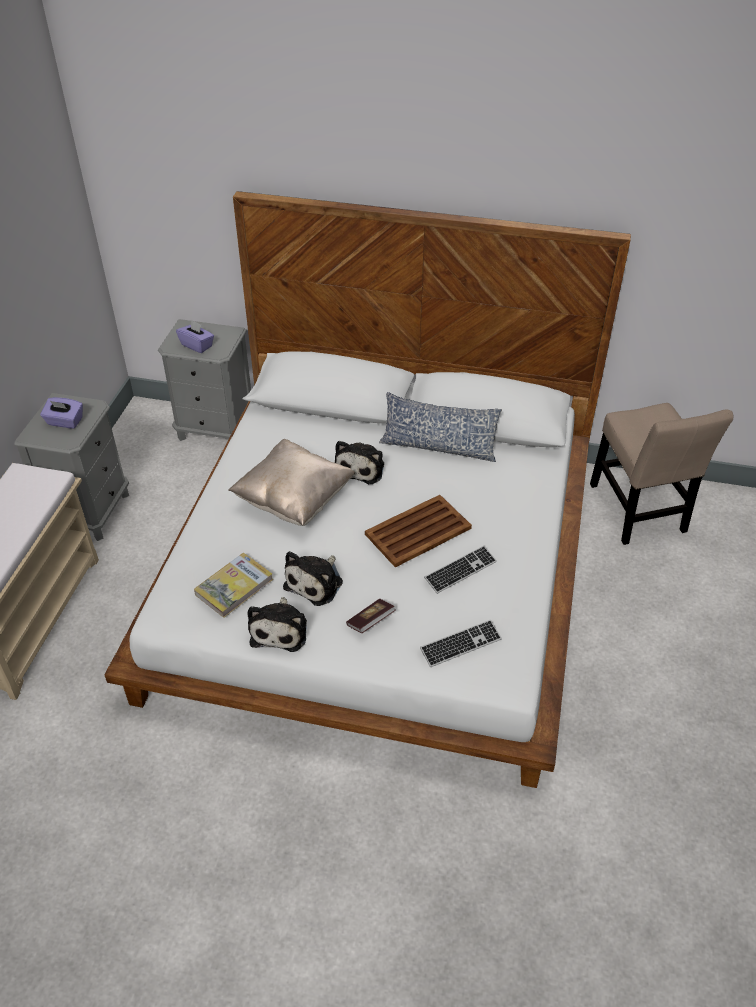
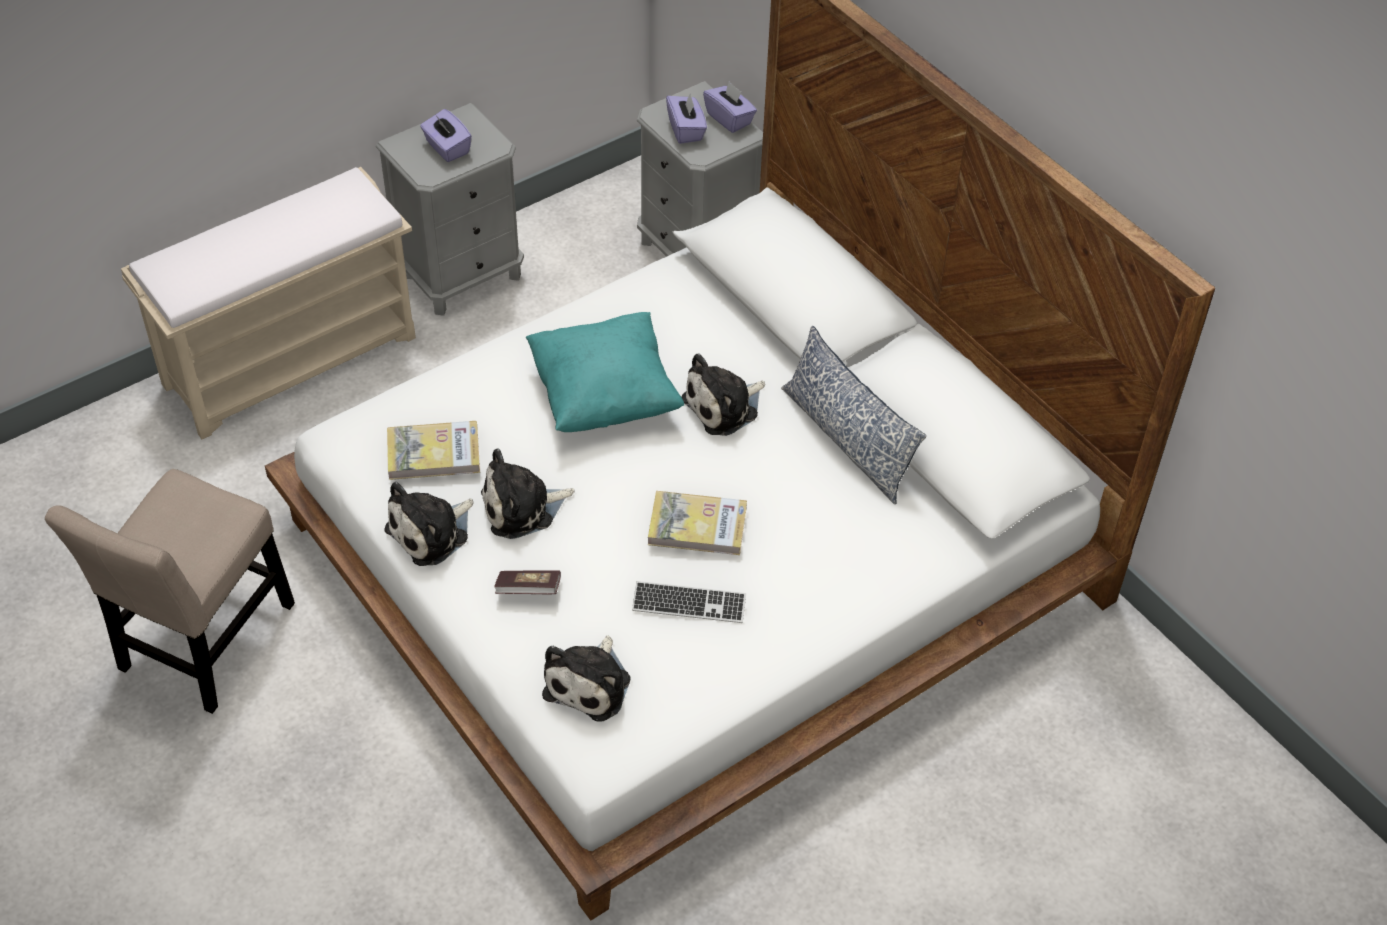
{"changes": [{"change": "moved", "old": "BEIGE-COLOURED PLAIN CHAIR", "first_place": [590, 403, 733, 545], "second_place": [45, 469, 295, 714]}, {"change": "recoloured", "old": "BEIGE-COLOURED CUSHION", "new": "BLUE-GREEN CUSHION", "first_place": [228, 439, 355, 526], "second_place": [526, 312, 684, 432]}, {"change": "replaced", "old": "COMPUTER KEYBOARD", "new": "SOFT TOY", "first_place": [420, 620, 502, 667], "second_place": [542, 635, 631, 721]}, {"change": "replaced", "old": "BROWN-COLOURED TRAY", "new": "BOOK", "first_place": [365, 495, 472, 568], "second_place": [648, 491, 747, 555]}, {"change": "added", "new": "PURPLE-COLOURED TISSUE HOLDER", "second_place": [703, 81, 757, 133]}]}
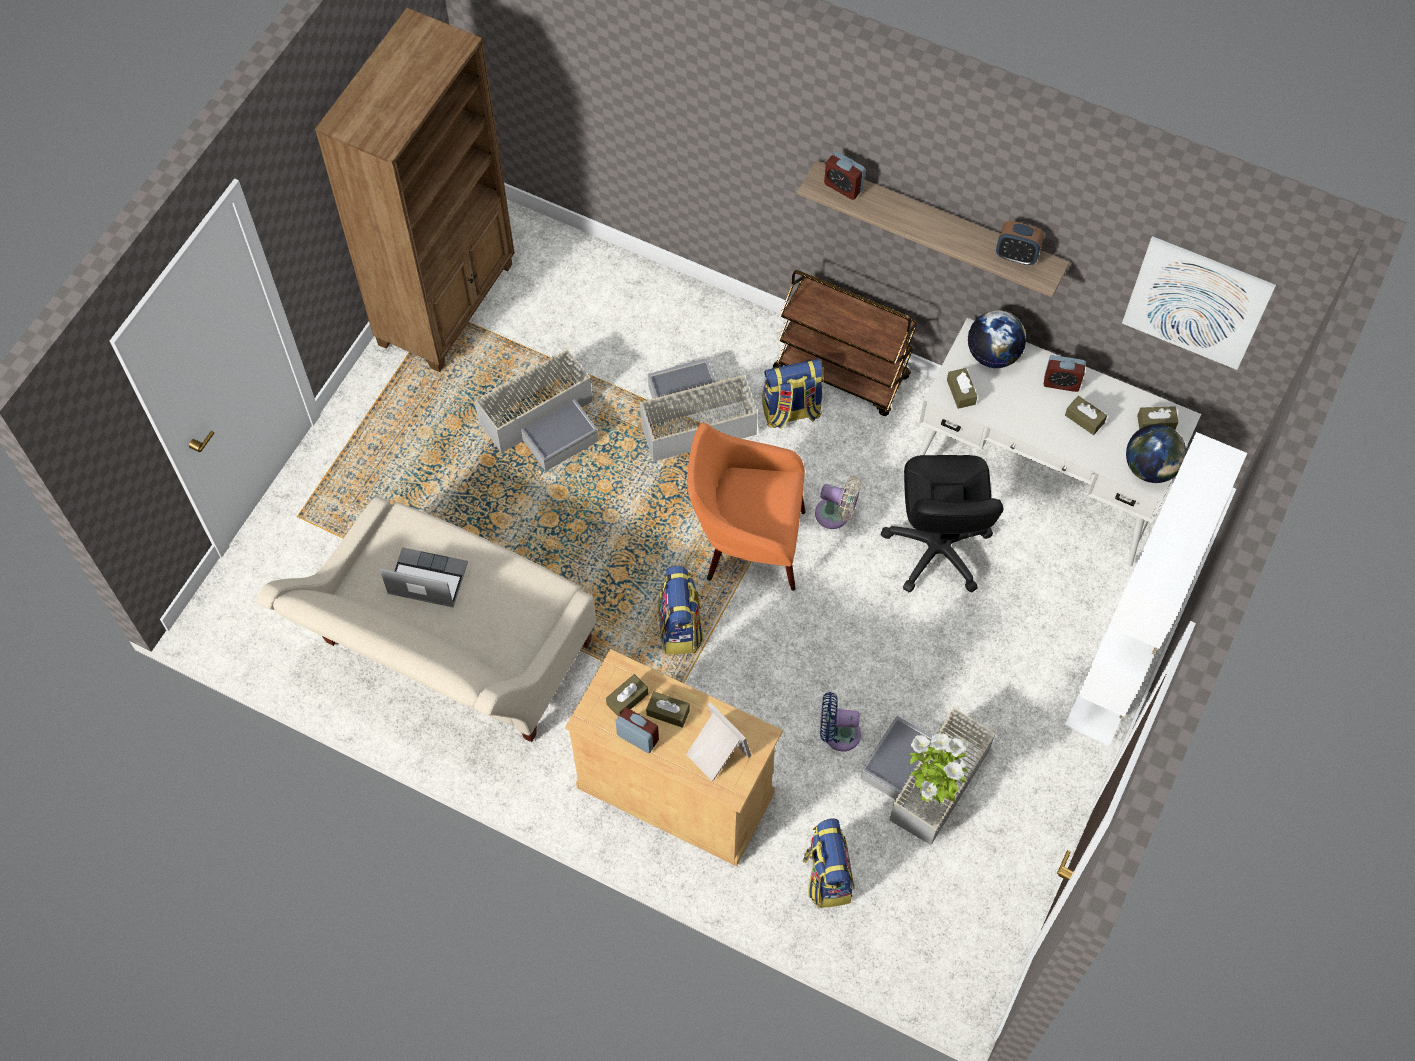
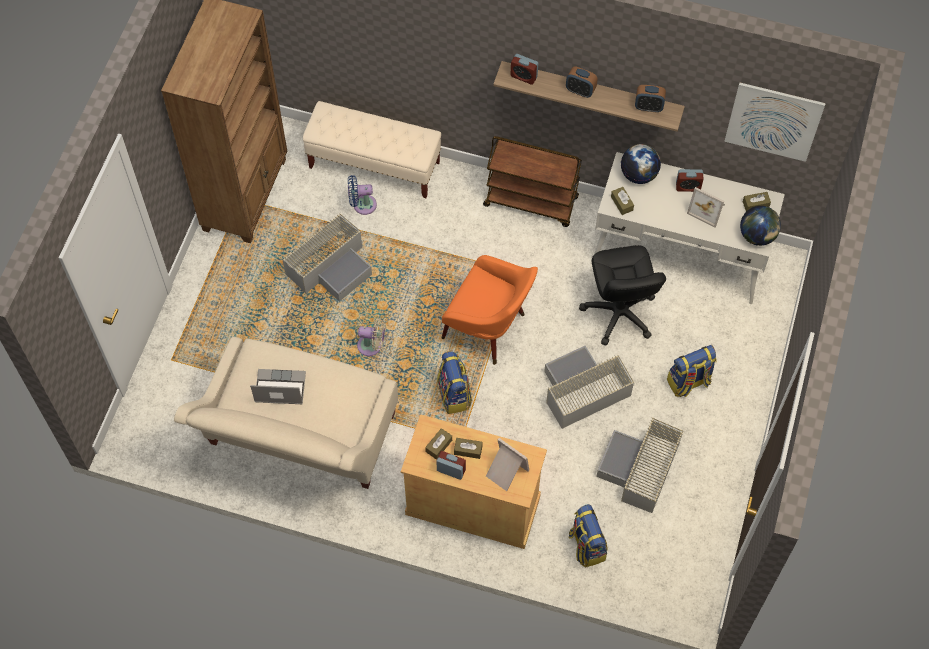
{"changes": [{"change": "added", "new": "BEIGE-COLOURED INDOOR BENCH", "second_place": [303, 101, 441, 198]}, {"change": "moved", "old": "BLUE-COLOURED ELECTRIC FAN", "first_place": [820, 692, 861, 751], "second_place": [348, 175, 377, 215]}, {"change": "moved", "old": "BEIGE-COLOURED ELECTRIC FAN", "first_place": [815, 476, 861, 529], "second_place": [357, 318, 386, 356]}, {"change": "turned", "old": "ORANGE LOUNGE CHAIR", "first_place": [687, 422, 805, 591], "second_place": [442, 255, 538, 365], "degrees": -150}, {"change": "moved", "old": "GREY STORAGE BIN", "first_place": [640, 359, 758, 462], "second_place": [544, 346, 634, 429]}, {"change": "added", "new": "ALARM CLOCK", "second_place": [566, 67, 598, 98]}, {"change": "moved", "old": "BACKPACK", "first_place": [762, 359, 824, 429], "second_place": [667, 345, 717, 397]}, {"change": "replaced", "old": "BROWN-COLOURED TISSUE HOLDER", "new": "PICTURE FRAME", "first_place": [1065, 396, 1107, 435], "second_place": [687, 187, 725, 227]}, {"change": "removed", "old": "PLANT IN A POT", "first_place": [909, 733, 969, 803]}, {"change": "removed", "old": "WHITE SHELVING UNIT", "first_place": [1065, 432, 1247, 746]}]}
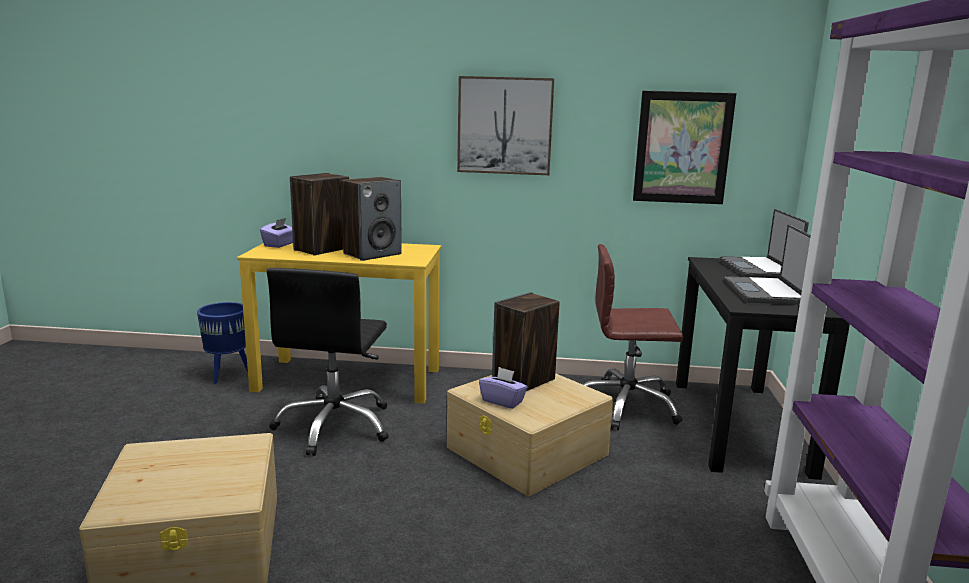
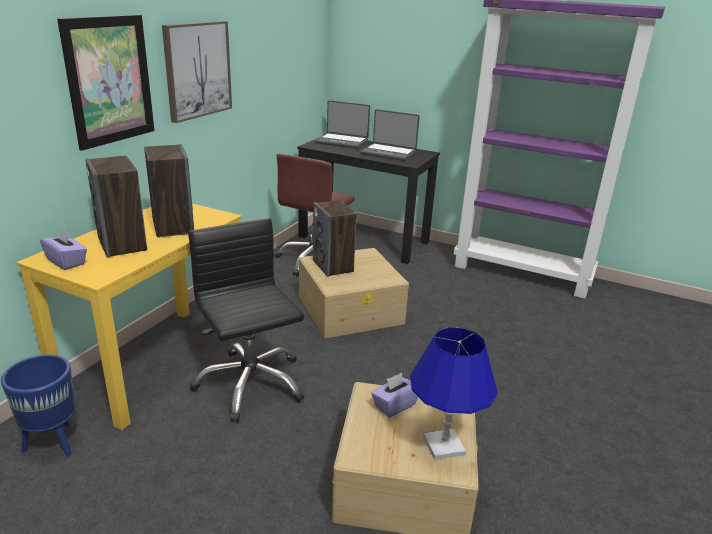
{"changes": [{"change": "moved", "old": "WALL PICTURE", "first_place": [633, 91, 736, 204], "second_place": [57, 15, 154, 151]}, {"change": "turned", "old": "BLACK OFFICE CHAIR", "first_place": [267, 268, 389, 456], "second_place": [188, 218, 304, 423], "degrees": -150}, {"change": "moved", "old": "PURPLE-COLOURED TISSUE HOLDER", "first_place": [479, 367, 528, 409], "second_place": [371, 373, 418, 417]}, {"change": "added", "new": "BLUE-COLOURED TABLETOP LAMP", "second_place": [410, 327, 498, 460]}]}
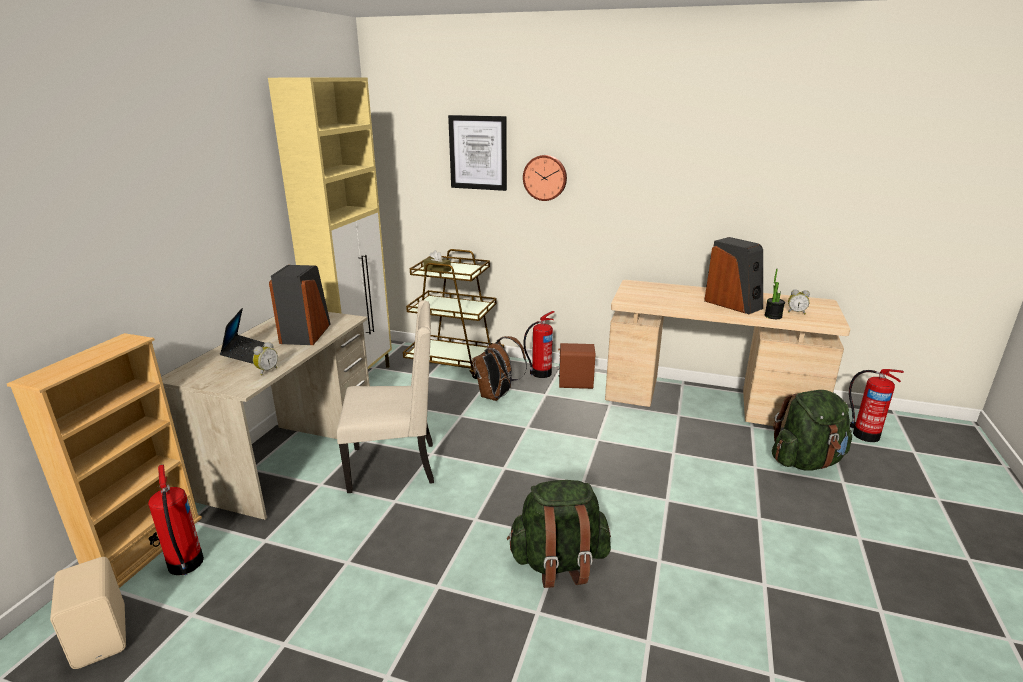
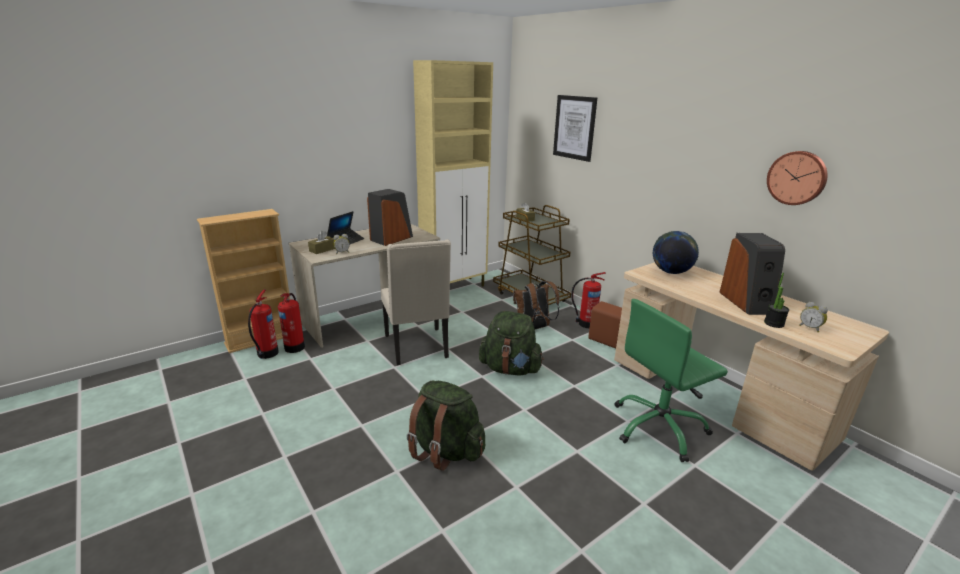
{"changes": [{"change": "moved", "old": "FIRE EXTINGUISHER", "first_place": [849, 369, 904, 442], "second_place": [278, 293, 305, 353]}, {"change": "added", "new": "BROWN-COLOURED TISSUE HOLDER", "second_place": [308, 231, 335, 254]}, {"change": "turned", "old": "BEIGE-COLOURED PLAIN CHAIR", "first_place": [337, 300, 434, 493], "second_place": [381, 239, 451, 365], "degrees": 45}, {"change": "moved", "old": "GREEN-COLOURED BACKPACK", "first_place": [772, 390, 852, 471], "second_place": [479, 311, 544, 376]}, {"change": "added", "new": "GREEN-COLOURED OFFICE CHAIR", "second_place": [615, 299, 728, 462]}, {"change": "added", "new": "GLOBE", "second_place": [653, 231, 699, 274]}, {"change": "moved", "old": "WALL CLOCK", "first_place": [523, 155, 567, 201], "second_place": [767, 151, 828, 205]}, {"change": "removed", "old": "BEIGE-COLOURED AUDIO SPEAKER", "first_place": [50, 557, 126, 669]}]}
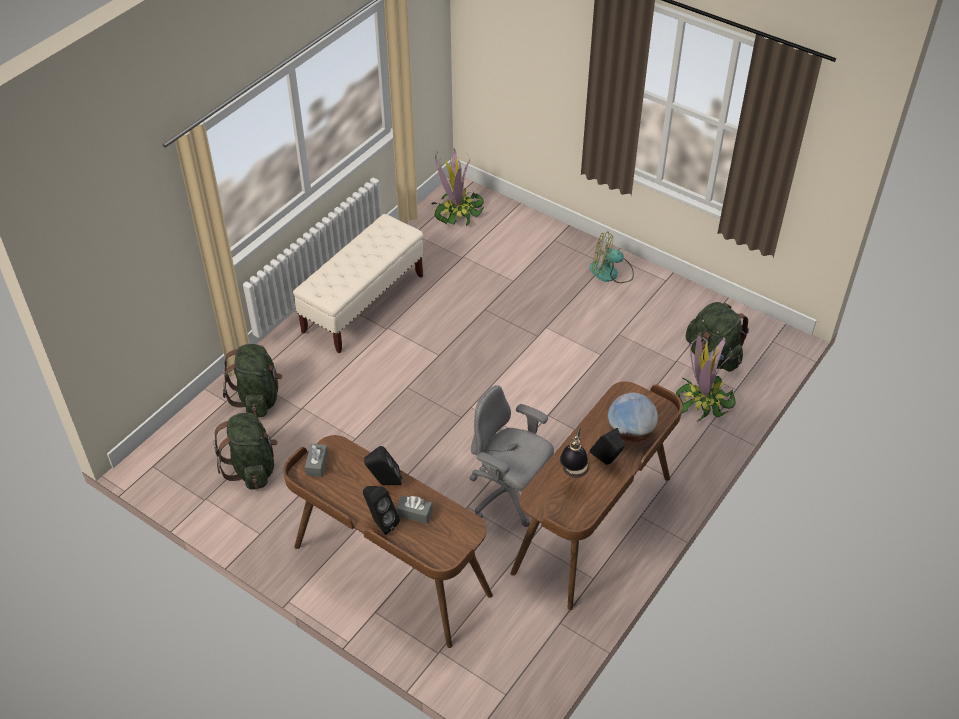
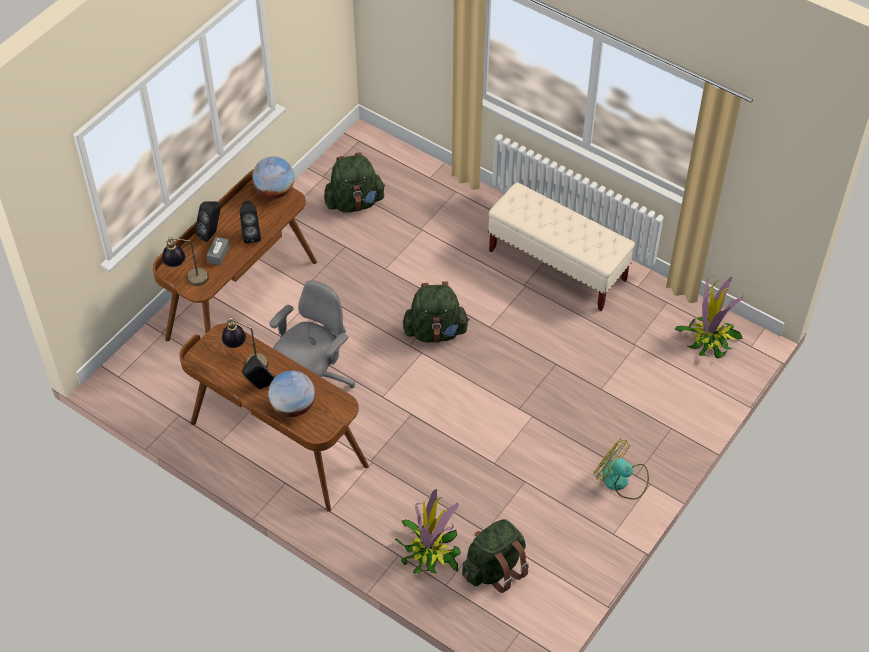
{"changes": [{"change": "added", "new": "TABLETOP LAMP", "second_place": [162, 237, 209, 286]}, {"change": "replaced", "old": "GREY TISSUE HOLDER", "new": "GLOBE", "first_place": [305, 444, 328, 477], "second_place": [252, 156, 294, 199]}, {"change": "moved", "old": "GREEN-COLOURED BACKPACK", "first_place": [223, 344, 283, 418], "second_place": [403, 281, 470, 343]}, {"change": "turned", "old": "ELECTRIC FAN", "first_place": [590, 231, 634, 283], "second_place": [594, 438, 649, 500], "degrees": -60}]}
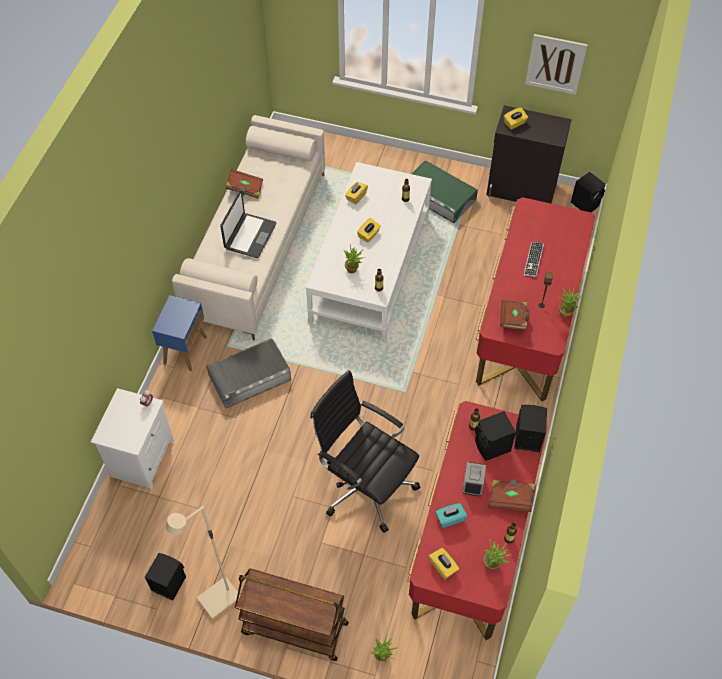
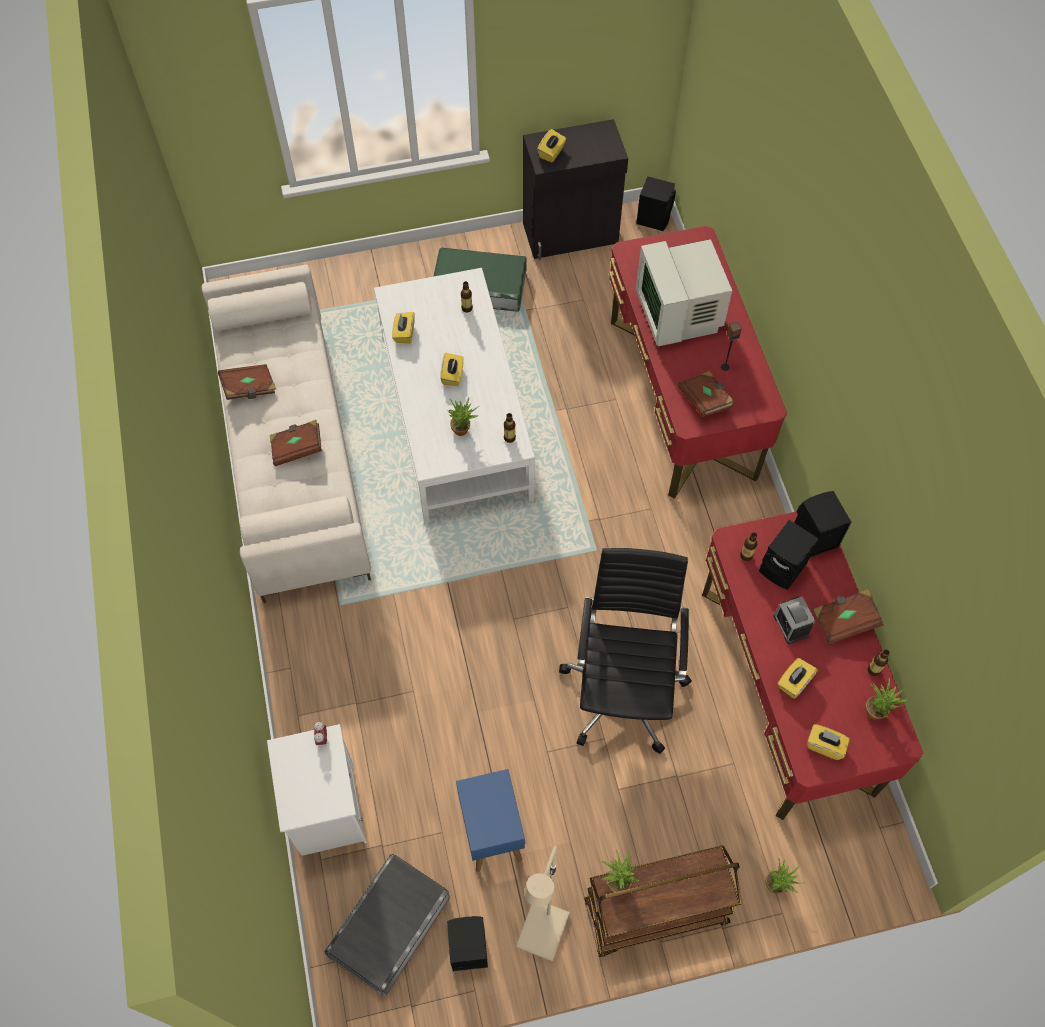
{"changes": [{"change": "replaced", "old": "NOTEBOOK COMPUTER", "new": "BROWN-COLOURED BOOK", "first_place": [220, 191, 276, 258], "second_place": [270, 420, 322, 466]}, {"change": "moved", "old": "GREY STORAGE BIN", "first_place": [207, 339, 291, 408], "second_place": [325, 854, 450, 997]}, {"change": "moved", "old": "BLUE-COLOURED END TABLE", "first_place": [152, 295, 207, 371], "second_place": [456, 769, 526, 872]}, {"change": "turned", "old": "BLACK OFFICE CHAIR", "first_place": [310, 370, 421, 533], "second_place": [559, 548, 692, 754], "degrees": 90}, {"change": "moved", "old": "PLANT IN A POT", "first_place": [558, 287, 581, 318], "second_place": [602, 850, 639, 892]}, {"change": "replaced", "old": "COMPUTER KEYBOARD", "new": "COMPUTER SCREEN", "first_place": [524, 242, 544, 277], "second_place": [636, 239, 732, 347]}, {"change": "recoloured", "old": "BLUE-GREEN TISSUE HOLDER", "new": "YELLOWISH TISSUE HOLDER", "first_place": [436, 503, 467, 528], "second_place": [778, 658, 818, 699]}, {"change": "removed", "old": "WALL PICTURE", "first_place": [525, 34, 588, 95]}]}
